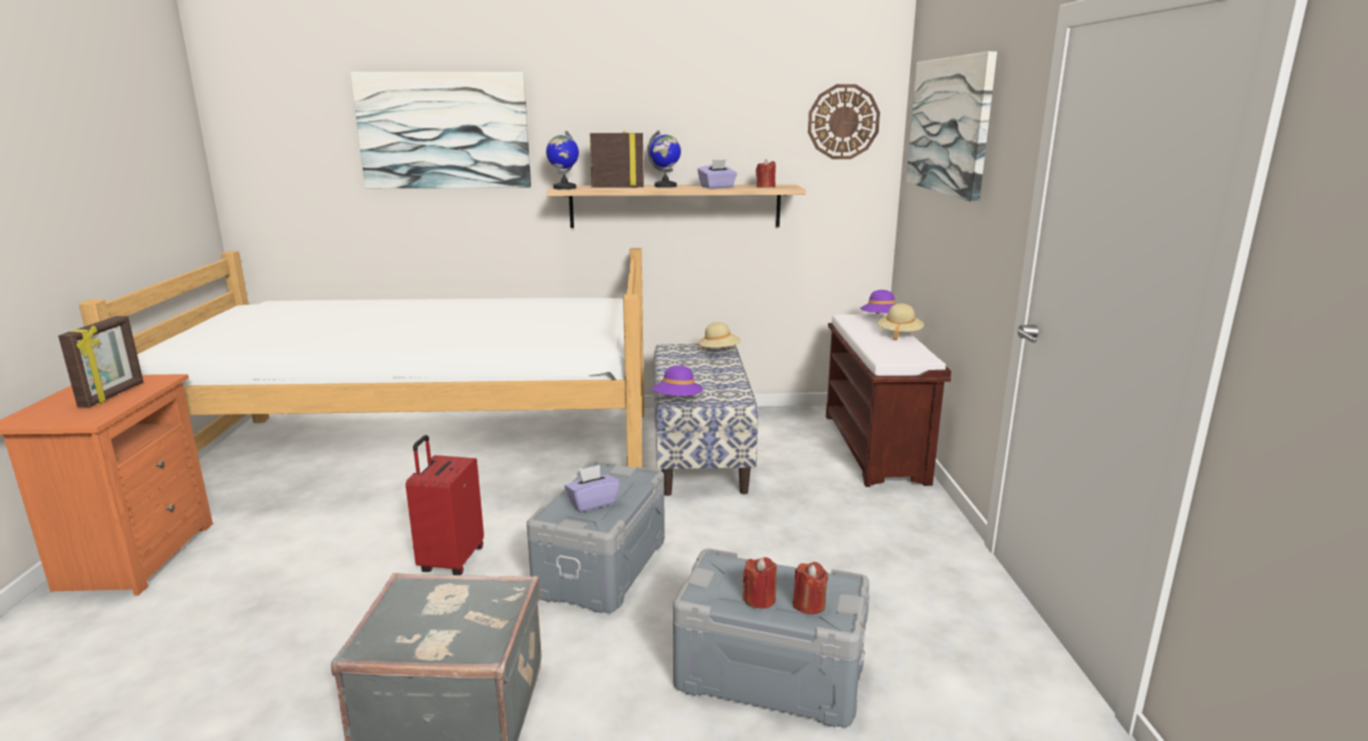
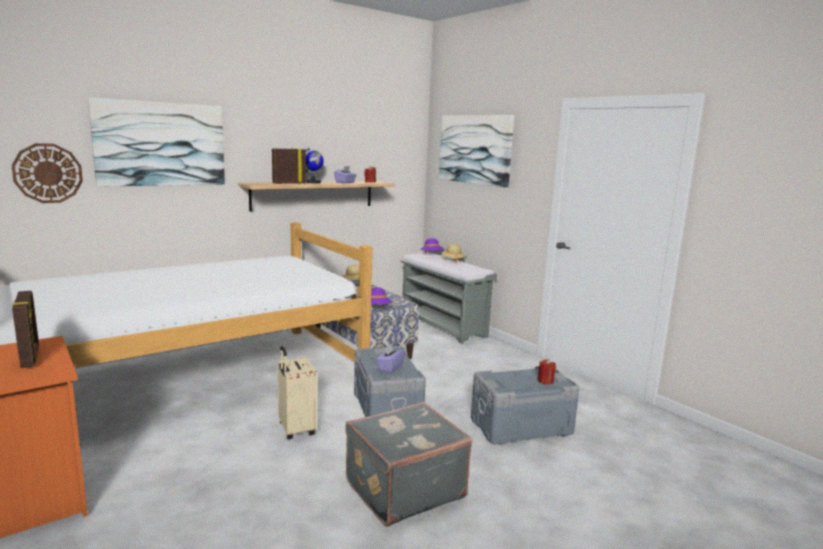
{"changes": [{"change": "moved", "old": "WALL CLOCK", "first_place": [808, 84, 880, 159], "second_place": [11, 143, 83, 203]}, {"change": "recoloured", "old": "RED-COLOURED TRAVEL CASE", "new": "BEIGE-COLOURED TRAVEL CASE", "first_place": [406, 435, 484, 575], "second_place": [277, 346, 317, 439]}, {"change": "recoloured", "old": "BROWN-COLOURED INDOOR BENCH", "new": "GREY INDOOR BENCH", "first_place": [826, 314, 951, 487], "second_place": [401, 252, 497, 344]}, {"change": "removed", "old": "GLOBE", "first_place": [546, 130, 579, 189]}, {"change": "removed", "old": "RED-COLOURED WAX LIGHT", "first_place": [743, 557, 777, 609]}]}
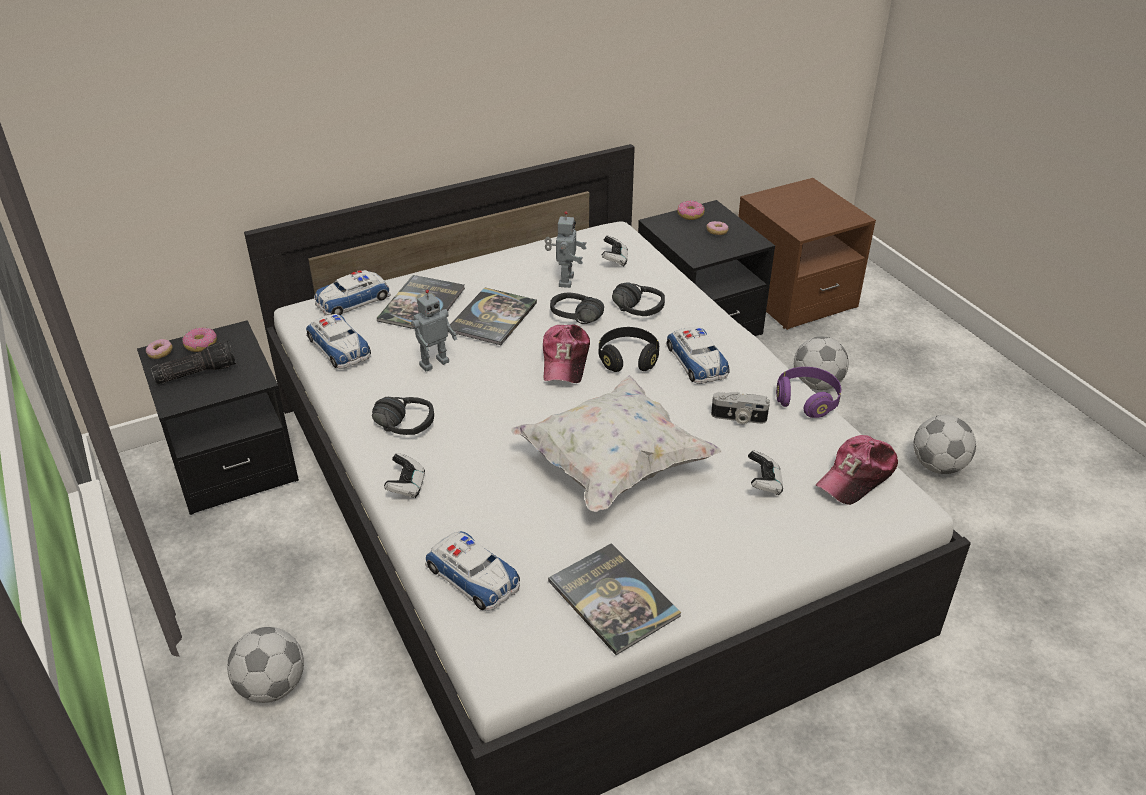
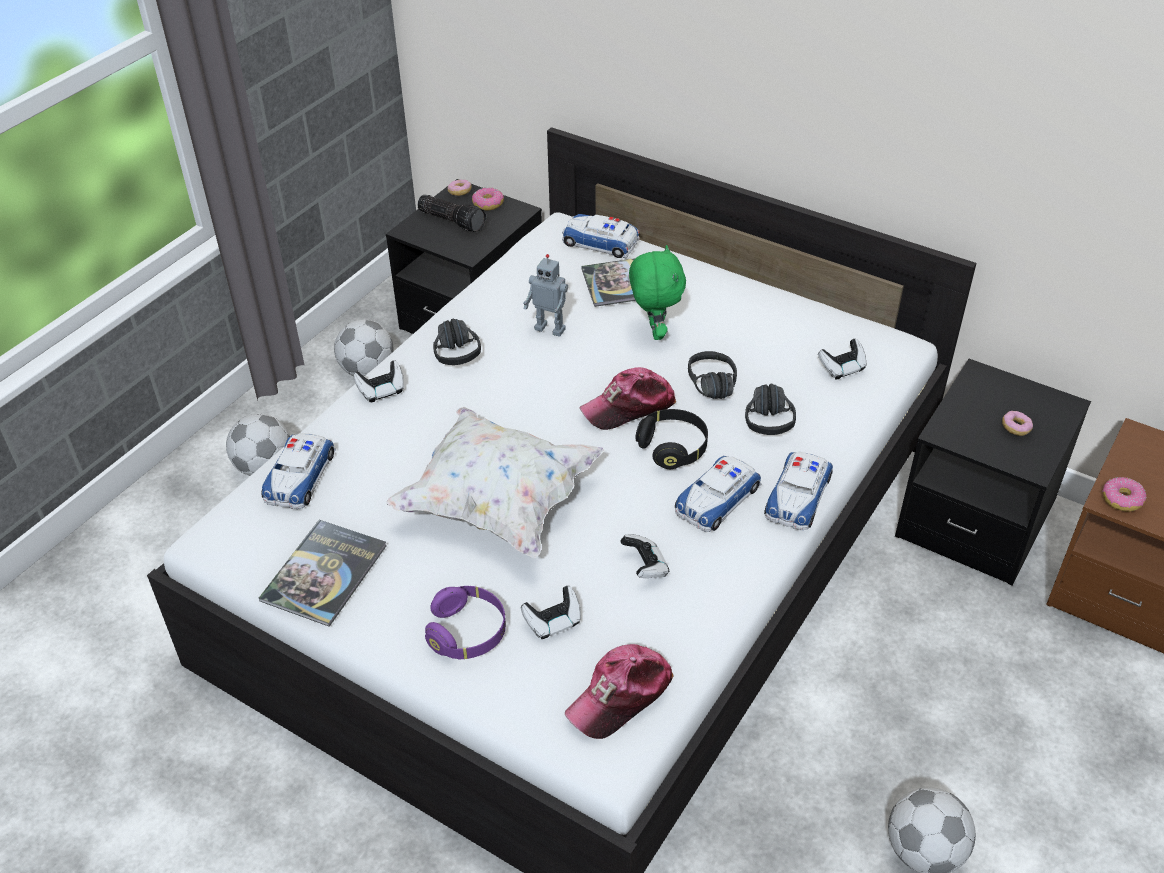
{"changes": [{"change": "moved", "old": "FOOTBALL", "first_place": [794, 336, 849, 390], "second_place": [334, 320, 394, 376]}, {"change": "moved", "old": "PURPLE-COLOURED HEADPHONES", "first_place": [776, 367, 841, 418], "second_place": [425, 586, 506, 659]}, {"change": "turned", "old": "PEAKED CAP", "first_place": [816, 435, 898, 505], "second_place": [565, 644, 674, 739], "degrees": -60}, {"change": "replaced", "old": "STILL CAMERA", "new": "GAME CONTROLLER", "first_place": [711, 392, 770, 424], "second_place": [620, 535, 669, 578]}, {"change": "replaced", "old": "BOOK", "new": "GREEN-COLOURED SOFT TOY", "first_place": [448, 287, 537, 345], "second_place": [629, 245, 686, 340]}, {"change": "moved", "old": "TOY CAR", "first_place": [306, 314, 371, 369], "second_place": [764, 452, 833, 530]}, {"change": "moved", "old": "RING DOUGHNUT", "first_place": [677, 200, 705, 220], "second_place": [1102, 477, 1147, 512]}, {"change": "removed", "old": "TOY ROBOT", "first_place": [545, 211, 586, 288]}]}
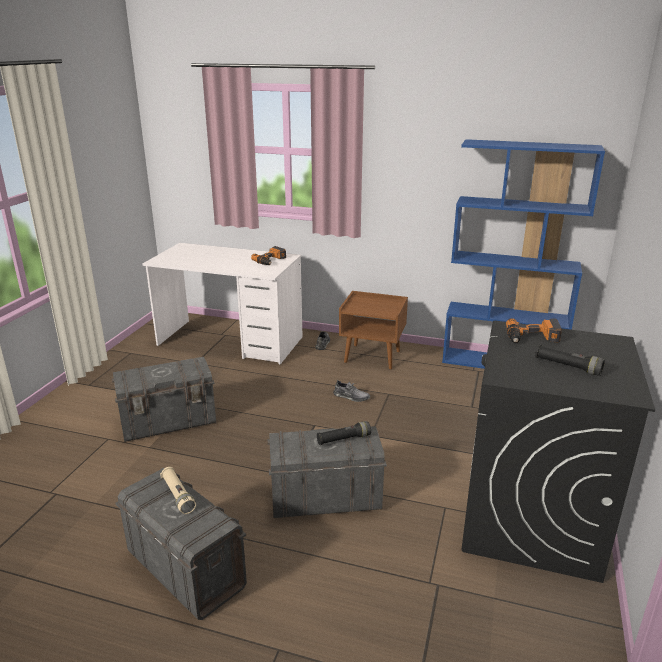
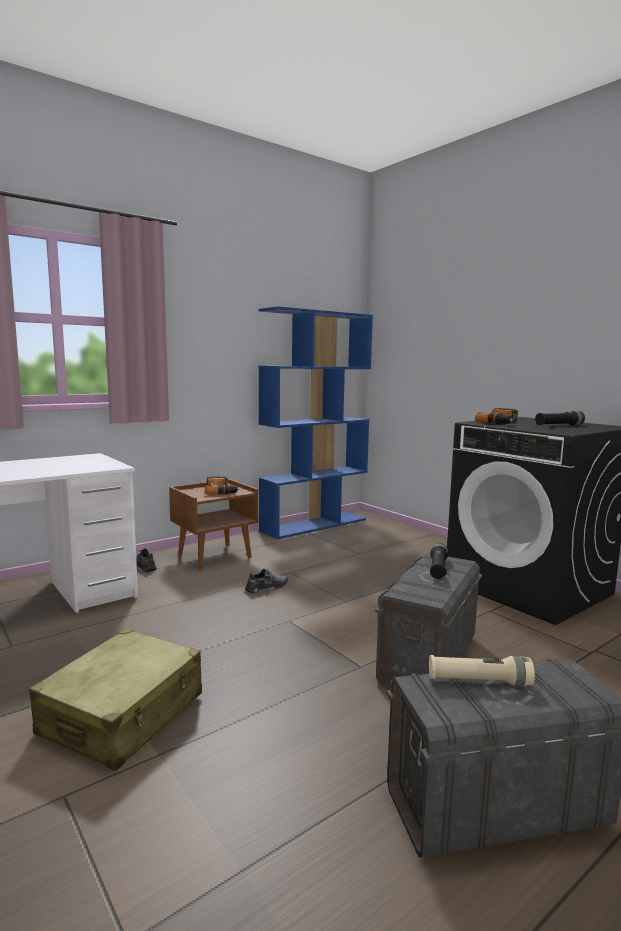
{"changes": [{"change": "replaced", "old": "GREY STORAGE BIN", "new": "BEIGE-COLOURED TRAVEL CASE", "first_place": [112, 357, 216, 442], "second_place": [29, 629, 202, 771]}, {"change": "moved", "old": "DRILL", "first_place": [251, 246, 286, 265], "second_place": [205, 476, 239, 495]}]}
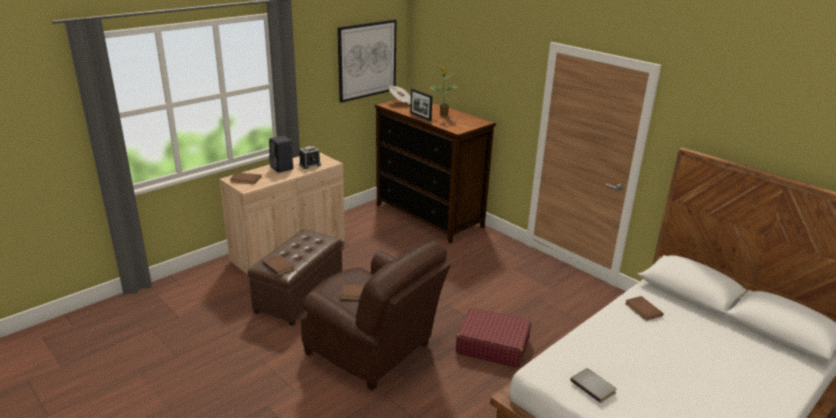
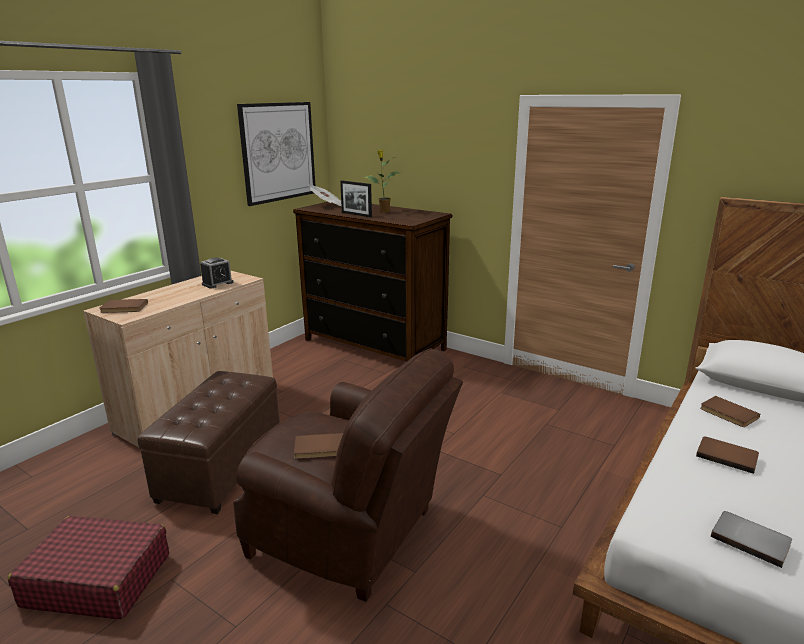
{"changes": [{"change": "moved", "old": "RED-COLOURED TRAVEL CASE", "first_place": [456, 308, 531, 368], "second_place": [8, 516, 169, 619]}, {"change": "moved", "old": "BROWN-COLOURED BOOK", "first_place": [262, 255, 294, 275], "second_place": [696, 436, 759, 474]}, {"change": "removed", "old": "BLACK AUDIO SPEAKER", "first_place": [269, 136, 293, 173]}]}
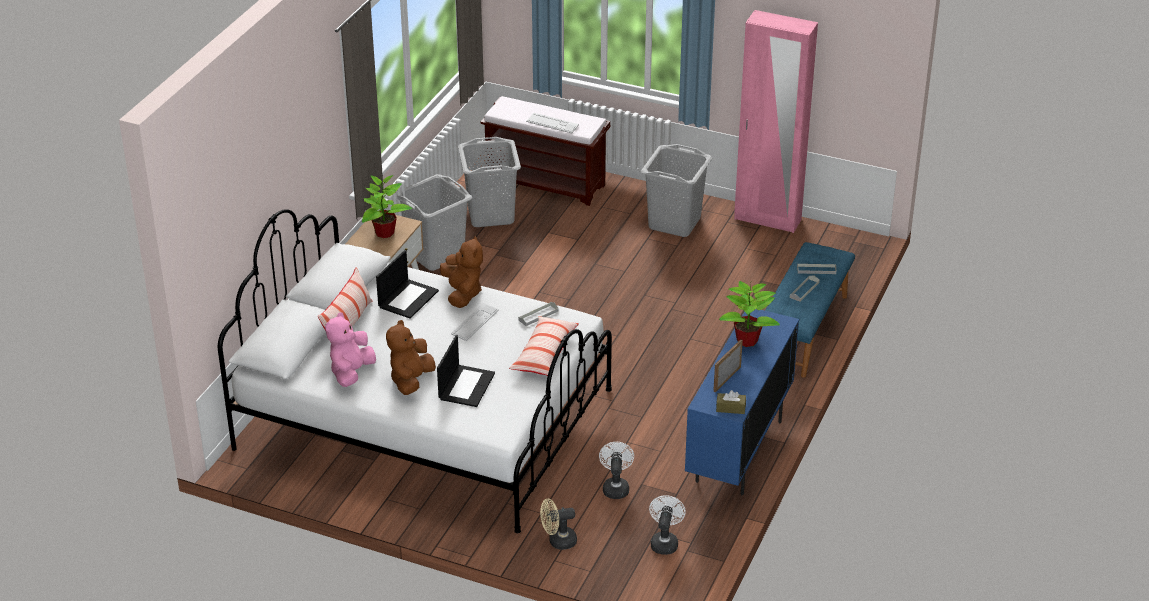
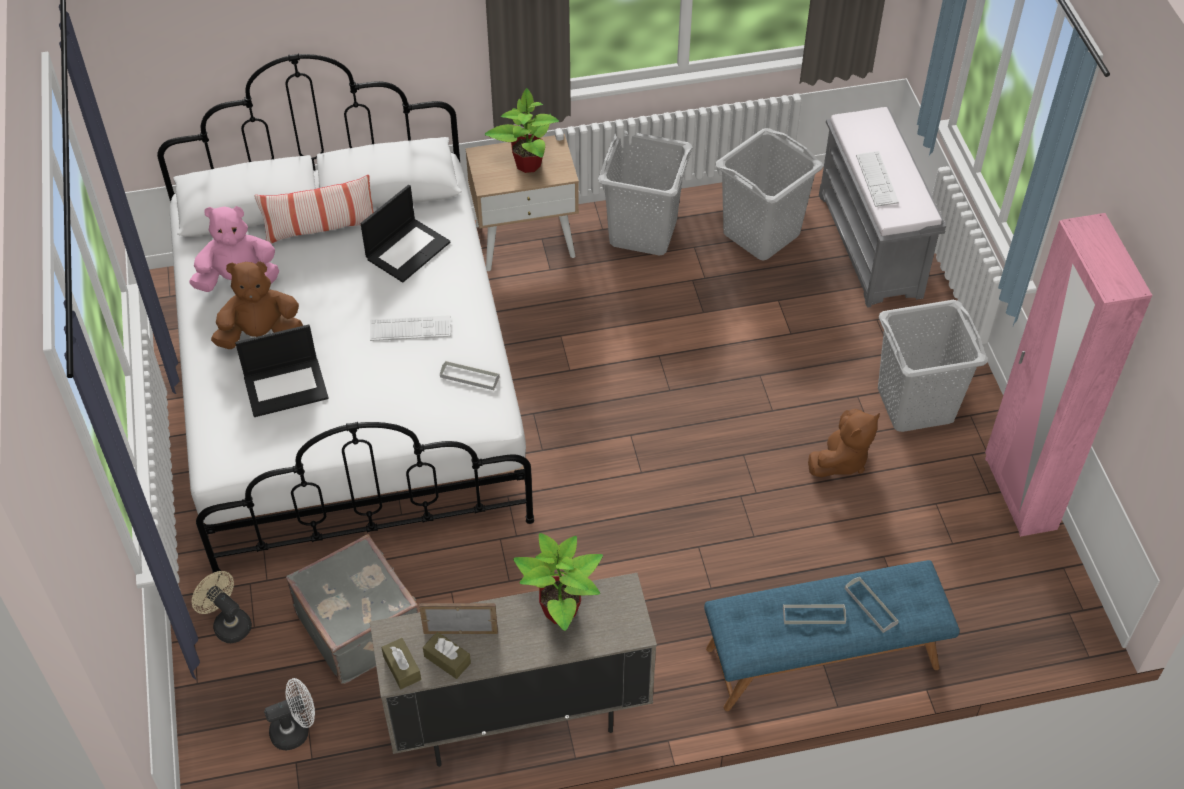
{"changes": [{"change": "replaced", "old": "WHITE ELECTRIC FAN", "new": "GREY TRAVEL CASE", "first_place": [599, 442, 634, 499], "second_place": [286, 534, 420, 684]}, {"change": "turned", "old": "NOTEBOOK COMPUTER", "first_place": [376, 250, 439, 319], "second_place": [360, 185, 450, 282], "degrees": -45}, {"change": "recoloured", "old": "BLUE-COLOURED STORAGE CABINET", "new": "BEIGE-COLOURED STORAGE CABINET", "first_place": [685, 309, 799, 495], "second_place": [370, 573, 657, 767]}, {"change": "added", "new": "BROWN-COLOURED TISSUE HOLDER", "second_place": [423, 632, 471, 679]}, {"change": "moved", "old": "BROWN-COLOURED SOFT TOY", "first_place": [440, 236, 483, 308], "second_place": [808, 409, 880, 477]}, {"change": "recoloured", "old": "BROWN-COLOURED INDOOR BENCH", "new": "GREY INDOOR BENCH", "first_place": [480, 96, 611, 206], "second_place": [819, 107, 946, 308]}, {"change": "removed", "old": "CUSHION", "first_place": [509, 316, 579, 376]}]}
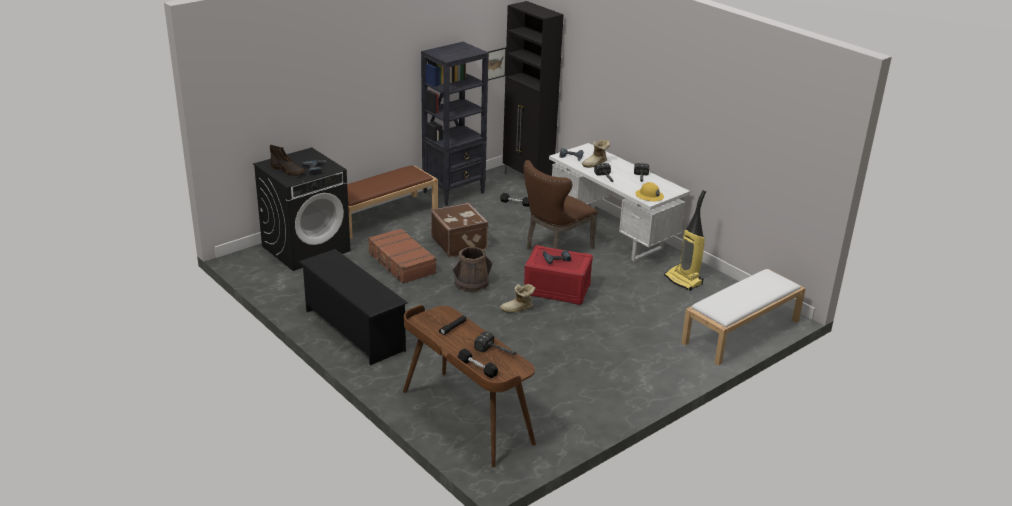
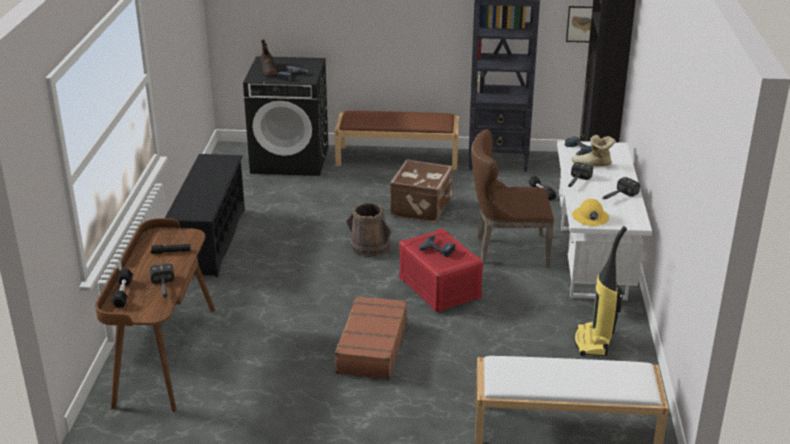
{"changes": [{"change": "moved", "old": "BROWN-COLOURED TRAVEL CASE", "first_place": [368, 228, 436, 284], "second_place": [333, 296, 407, 380]}, {"change": "removed", "old": "HIGH-TOP BOOT", "first_place": [500, 284, 535, 313]}]}
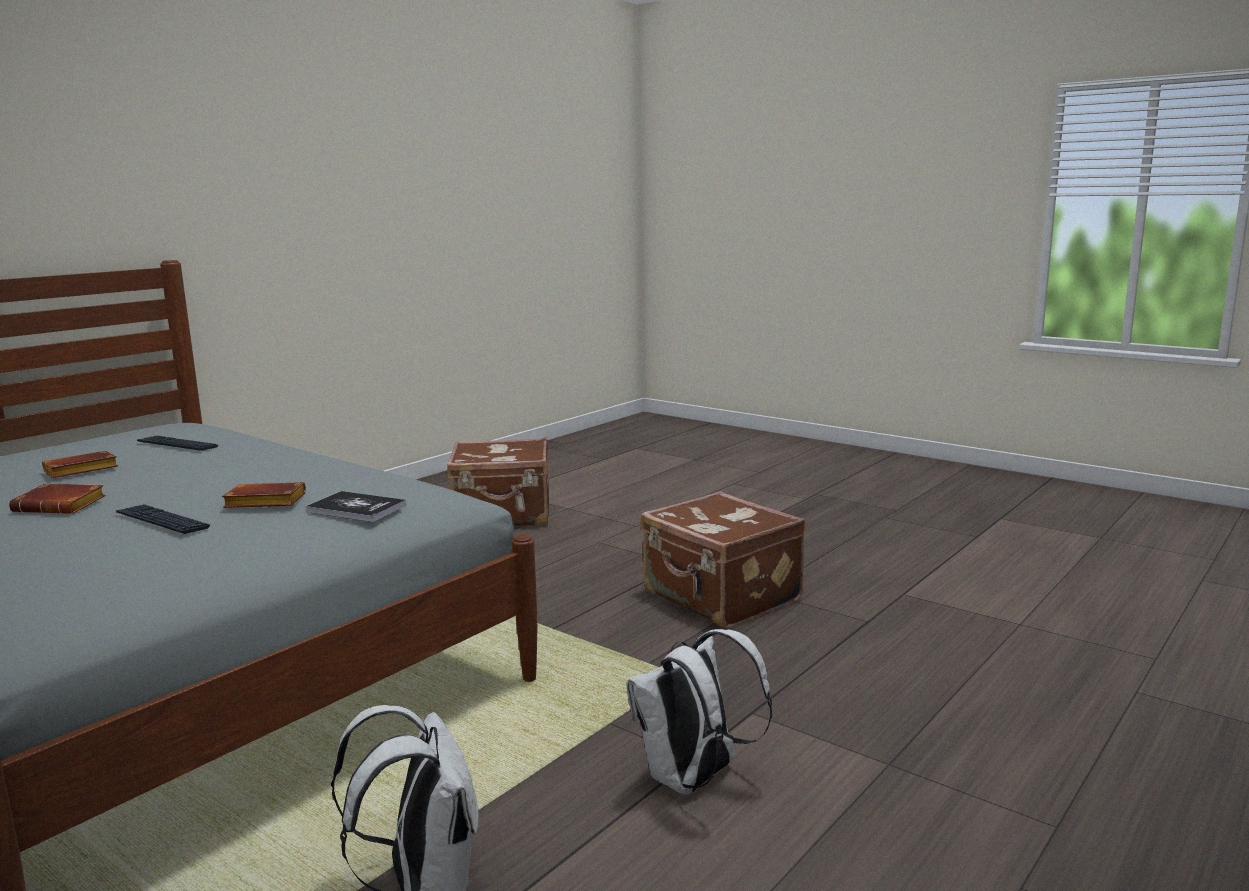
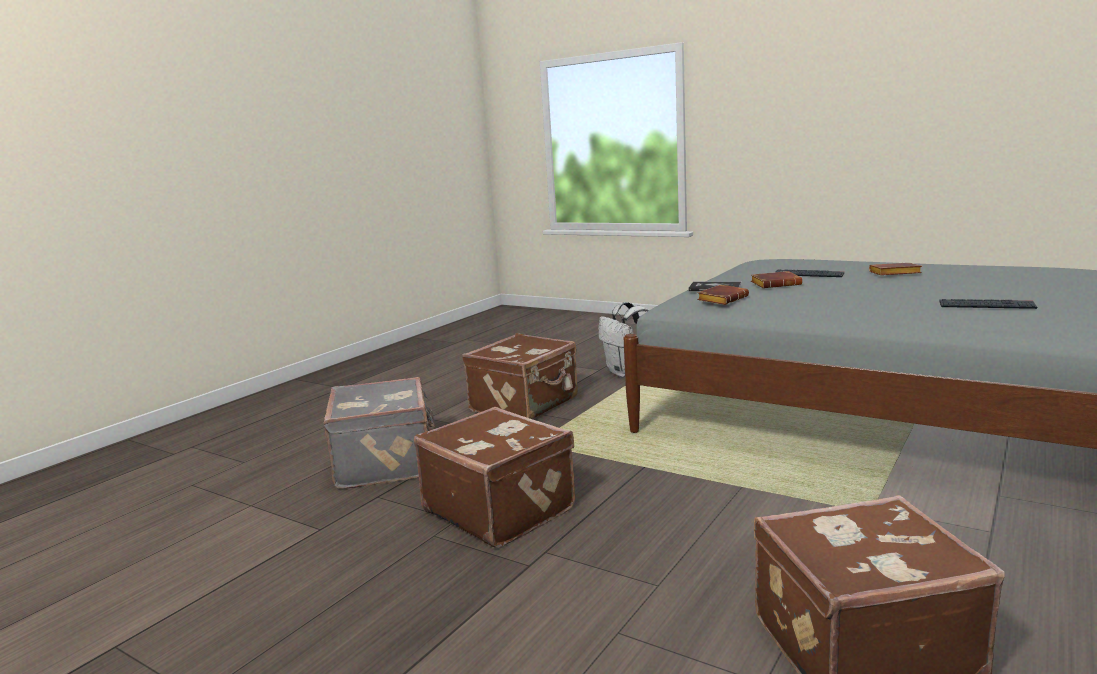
{"changes": [{"change": "added", "new": "GREY TRAVEL CASE", "second_place": [324, 377, 435, 489]}, {"change": "replaced", "old": "WHITE BACKPACK", "new": "BROWN-COLOURED TRAVEL CASE", "first_place": [627, 629, 772, 795], "second_place": [462, 333, 578, 419]}, {"change": "moved", "old": "BROWN-COLOURED BOOK", "first_place": [42, 451, 118, 478], "second_place": [697, 285, 749, 305]}]}
